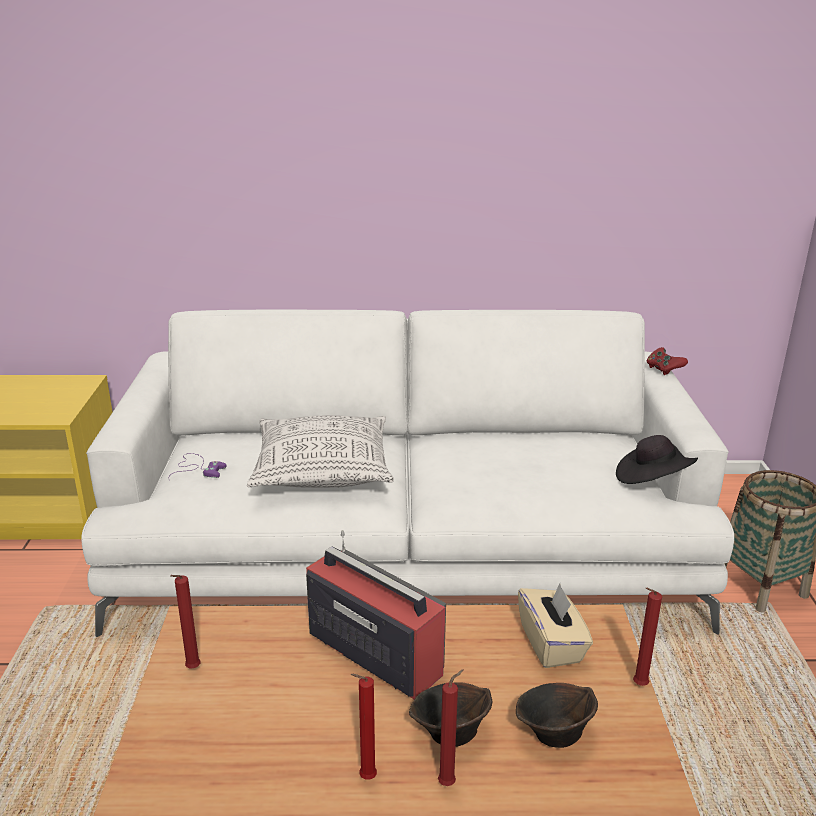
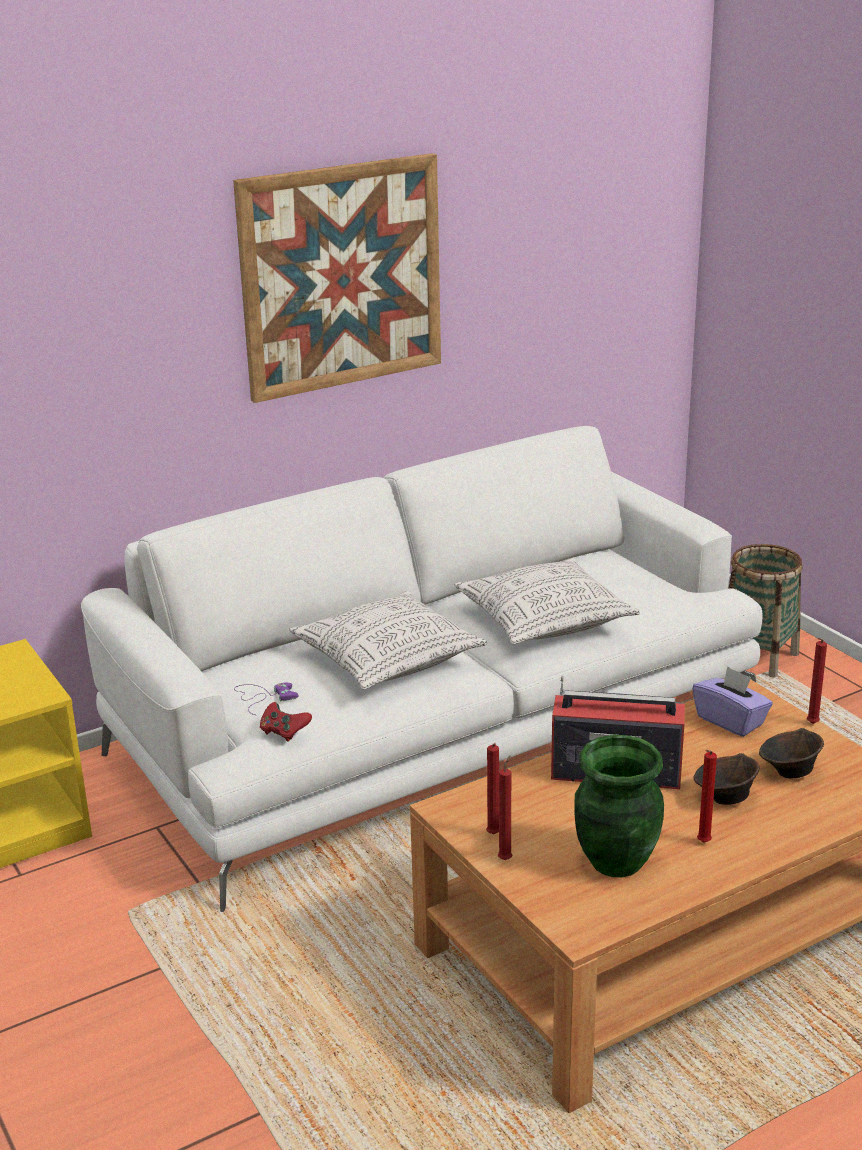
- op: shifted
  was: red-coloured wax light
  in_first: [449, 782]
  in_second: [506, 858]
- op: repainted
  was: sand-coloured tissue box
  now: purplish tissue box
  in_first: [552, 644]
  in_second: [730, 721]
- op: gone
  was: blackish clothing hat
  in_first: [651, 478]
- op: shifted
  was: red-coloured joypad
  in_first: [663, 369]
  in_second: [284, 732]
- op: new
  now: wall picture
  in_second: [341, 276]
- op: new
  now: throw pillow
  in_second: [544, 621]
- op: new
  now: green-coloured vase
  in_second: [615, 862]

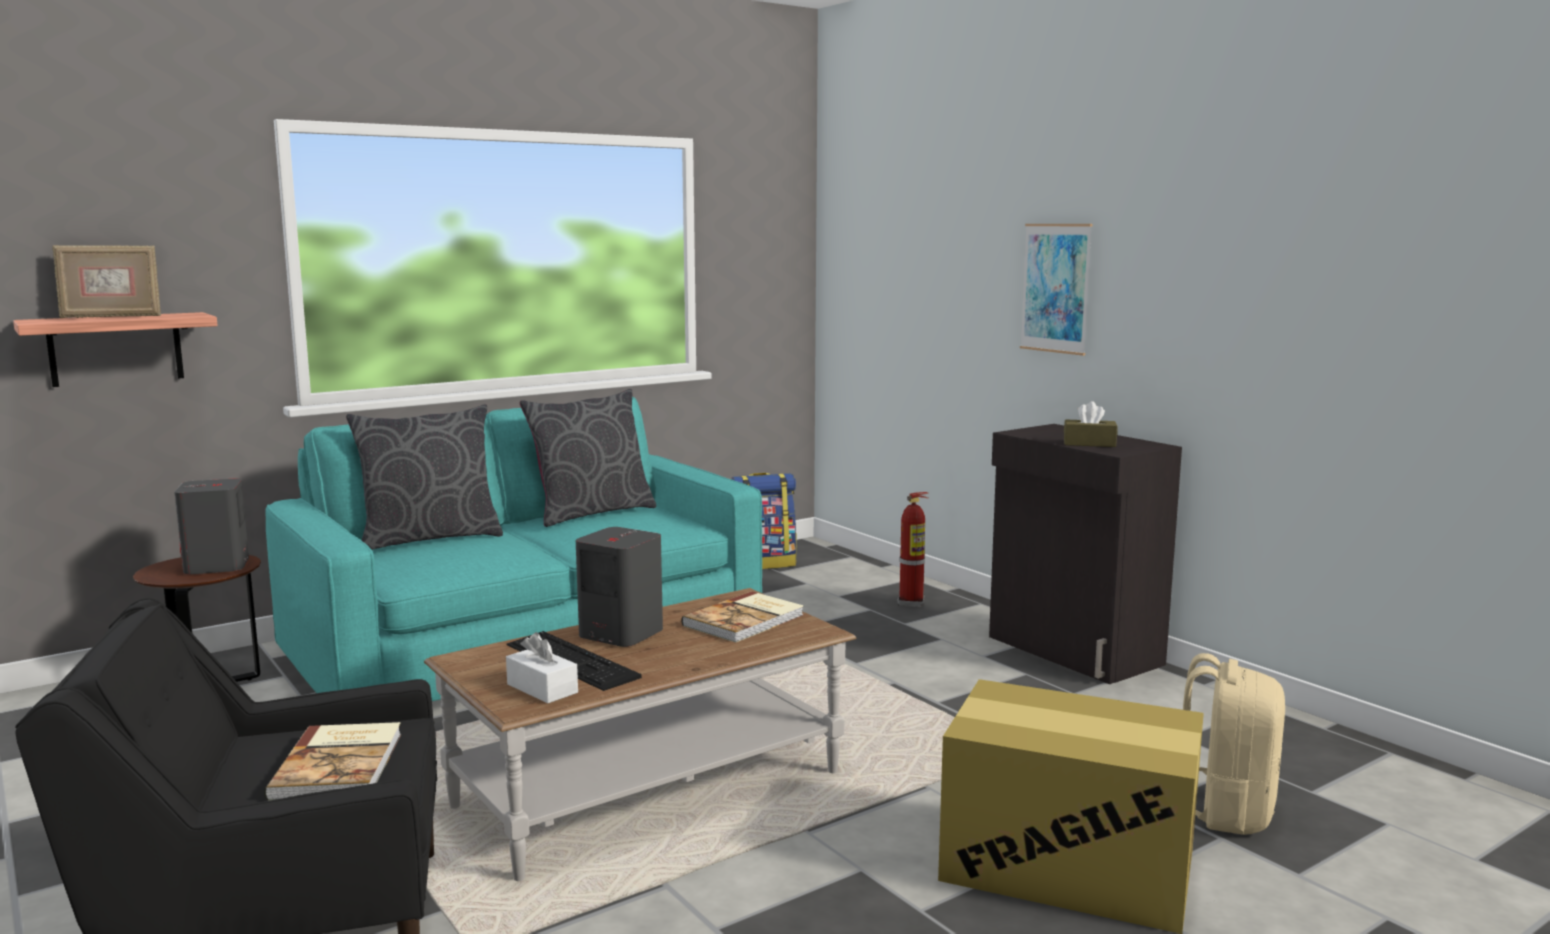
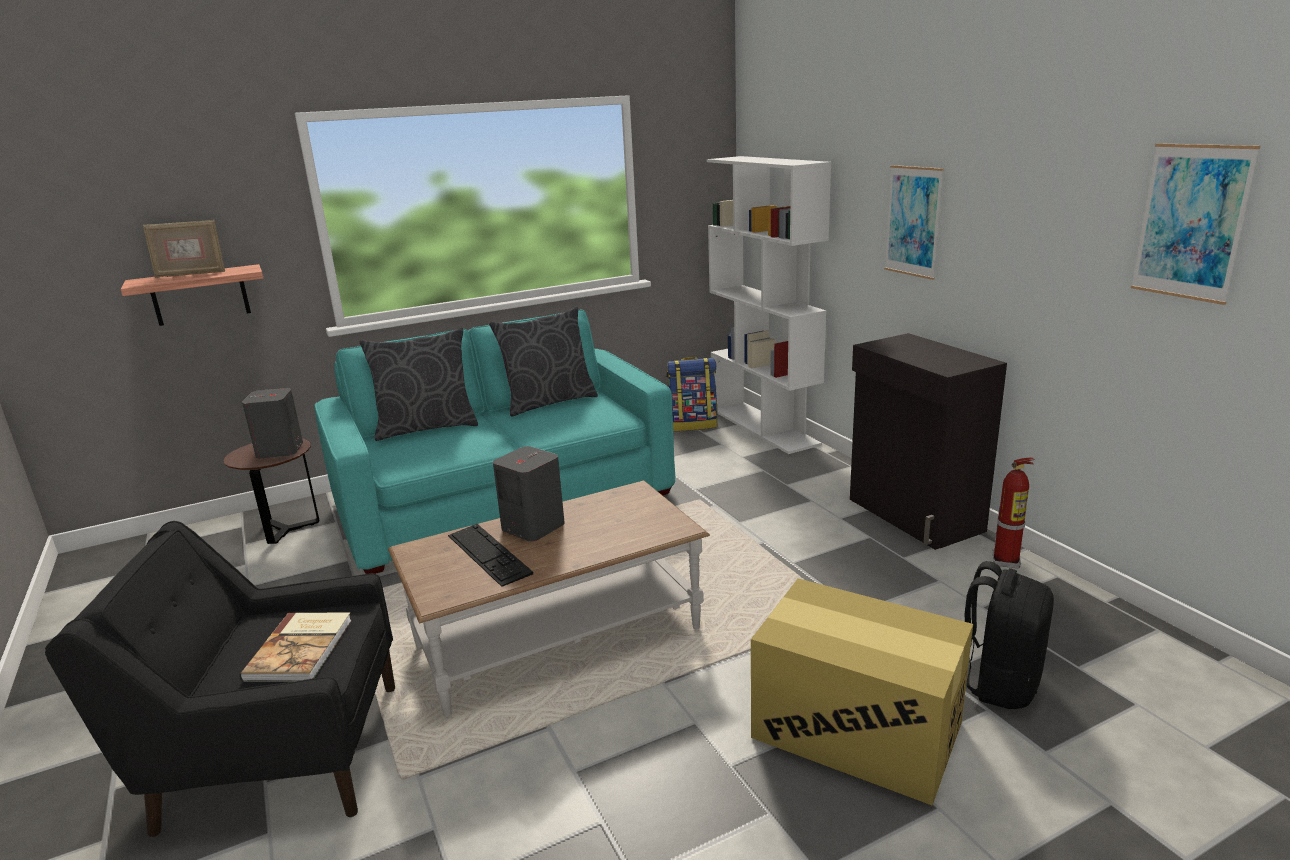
- op: gone
  was: white-coloured tissue box
  in_first: [542, 688]
- op: gone
  was: bound book
  in_first: [746, 620]
- op: shifted
  was: fire-fighting cylinder
  in_first: [911, 603]
  in_second: [1006, 561]
- op: gone
  was: brownish tissue box
  in_first: [1089, 443]
- op: repainted
  was: sand-coloured backpack
  now: blackish backpack
  in_first: [1223, 810]
  in_second: [998, 682]
- op: new
  now: white-coloured bookshelf
  in_second: [764, 426]
- op: new
  now: wall picture
  in_second: [1191, 222]

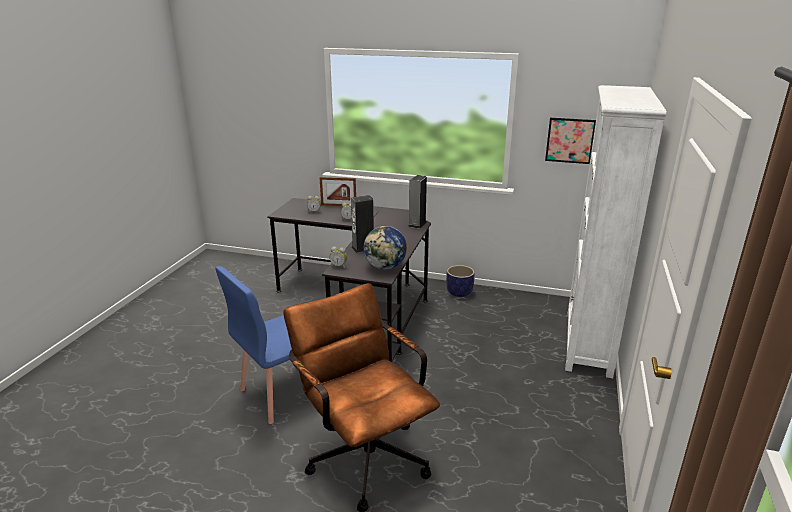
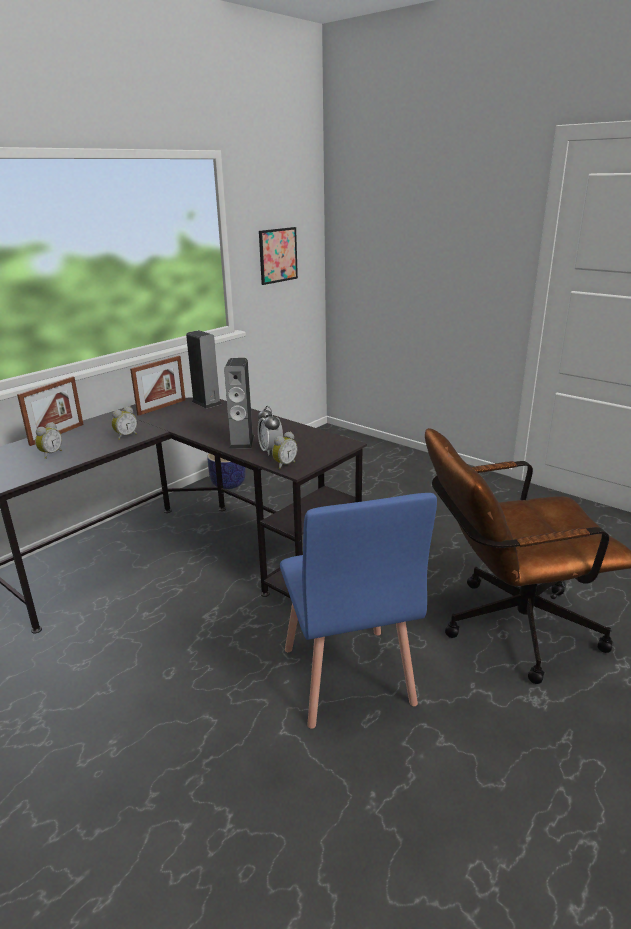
- op: gone
  was: desk globe
  in_first: [385, 267]
- op: gone
  was: white-coloured bookshelf
  in_first: [588, 343]
- op: new
  now: photo frame
  in_second: [162, 407]
- op: new
  now: table clock
  in_second: [271, 451]

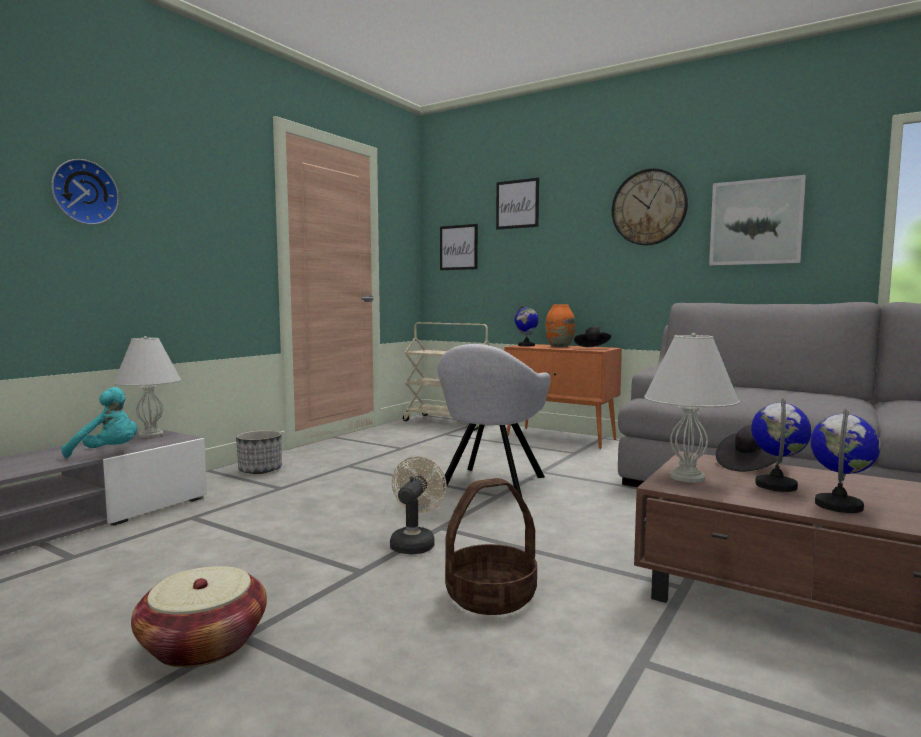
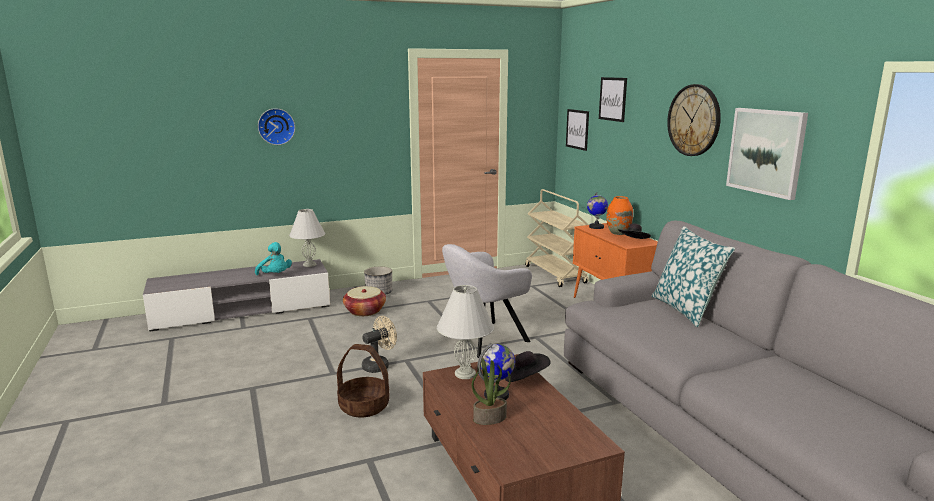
- op: shifted
  was: storage basket
  in_first: [203, 644]
  in_second: [365, 311]
- op: swapped
  was: desk globe
  now: potted plant
  in_first: [839, 505]
  in_second: [490, 418]
- op: new
  now: throw pillow
  in_second: [686, 310]

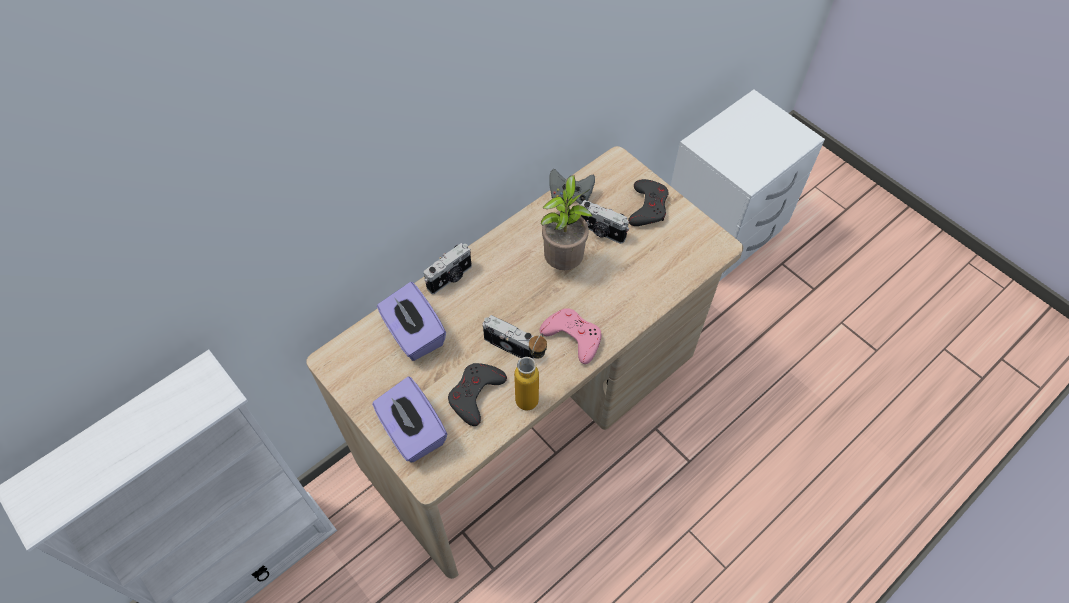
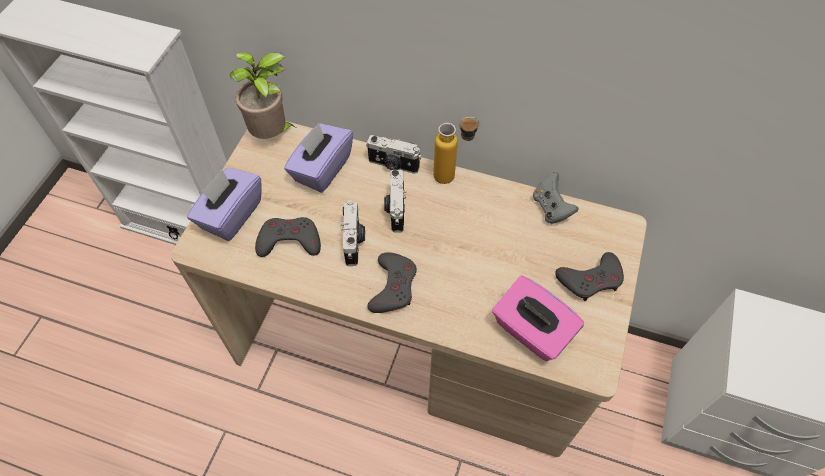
- op: shifted
  was: beverage bottle
  in_first: [531, 392]
  in_second: [452, 176]
- op: repainted
  was: pinkish joypad
  now: grey joypad
  in_first: [572, 337]
  in_second: [393, 286]
- op: shifted
  was: potted plant
  in_first: [564, 261]
  in_second: [272, 135]
- op: shifted
  was: still camera
  in_first: [601, 232]
  in_second: [395, 209]
- op: new
  now: pinkish tissue box
  in_second: [531, 331]

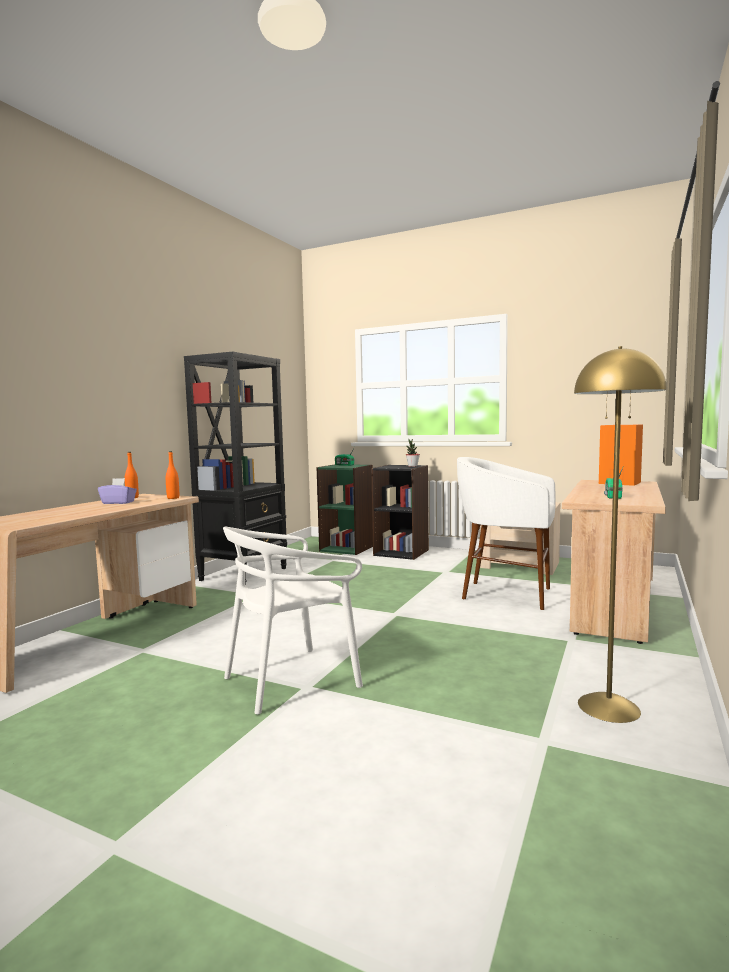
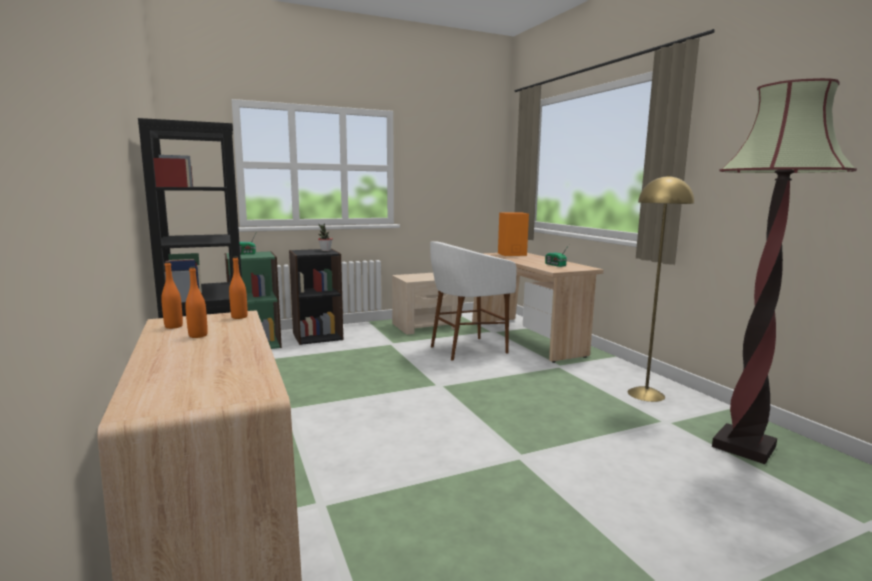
- op: swapped
  was: purplish tissue box
  now: orange-coloured beverage bottle
  in_first: [118, 502]
  in_second: [198, 335]
- op: gone
  was: white-coloured upright chair
  in_first: [291, 679]
- op: new
  now: standing lamp
  in_second: [743, 446]

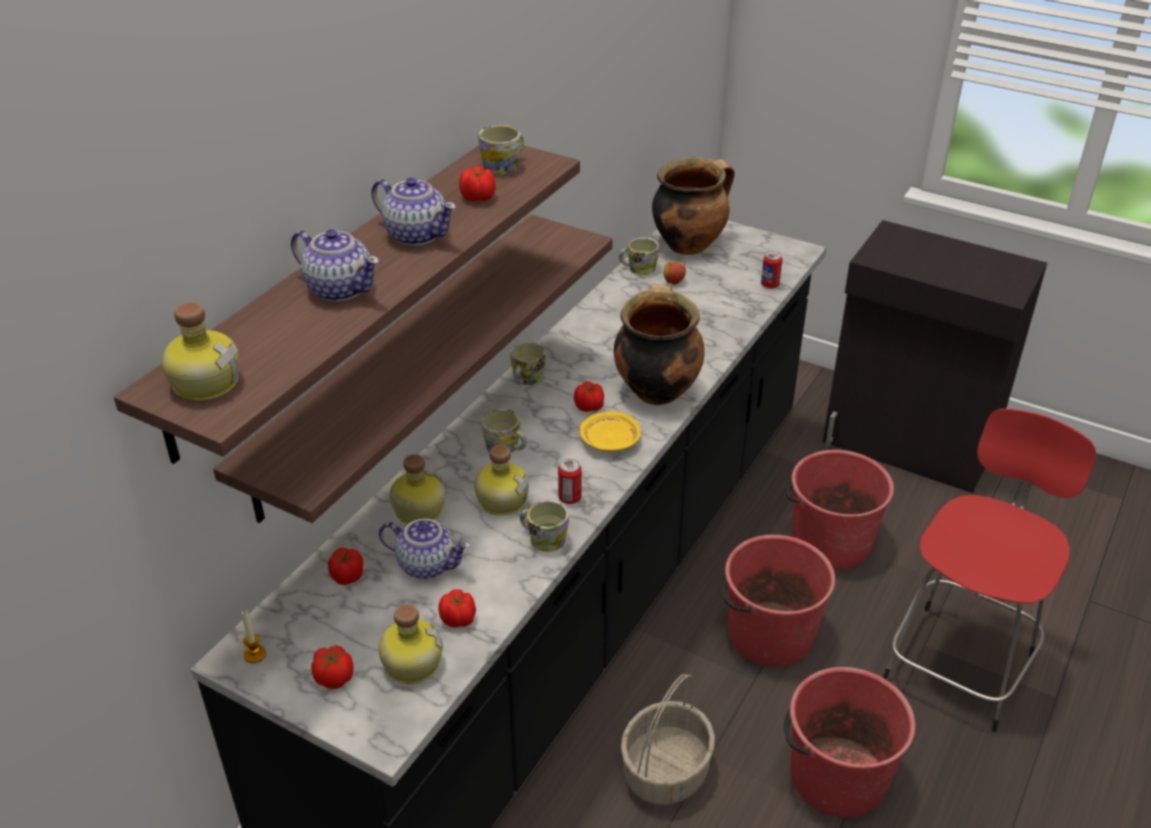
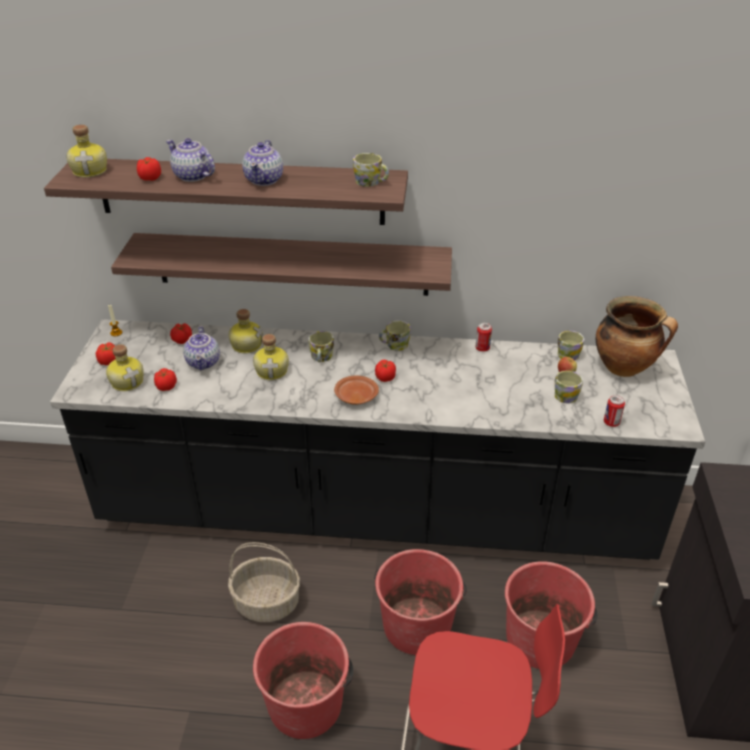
- op: rotated
  was: tea pot
  in_first: [339, 288]
  in_second: [193, 176]
  clockwise: 120
- op: shifted
  was: whole tomato
  in_first: [478, 198]
  in_second: [149, 178]
- op: shifted
  was: mug
  in_first: [543, 538]
  in_second: [565, 394]
- op: shifted
  was: sealed can
  in_first: [569, 498]
  in_second: [482, 348]
- op: repainted
  was: yellow dinner plate
  now: brownish dinner plate
  in_first: [609, 441]
  in_second: [355, 396]
- op: gone
  was: stockpot
  in_first: [656, 390]

